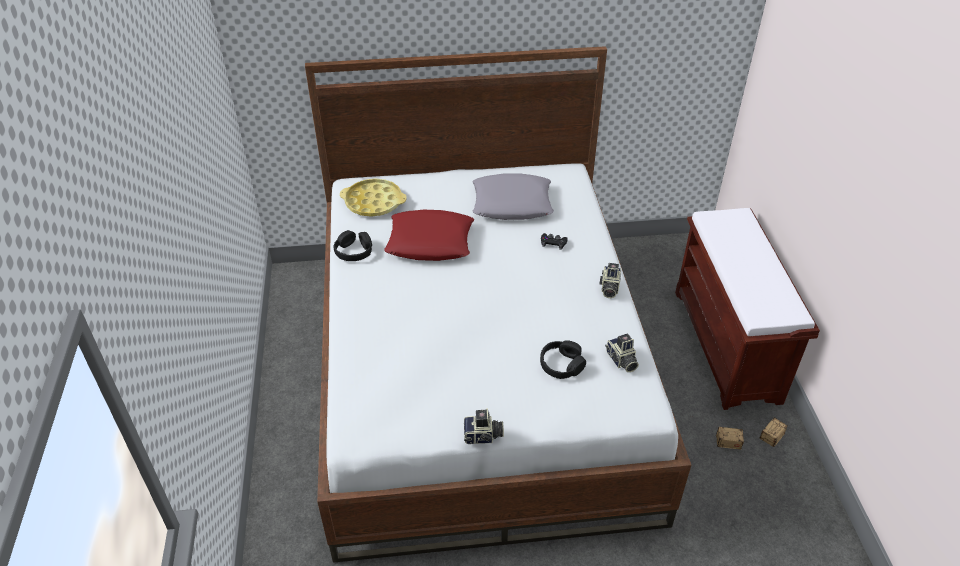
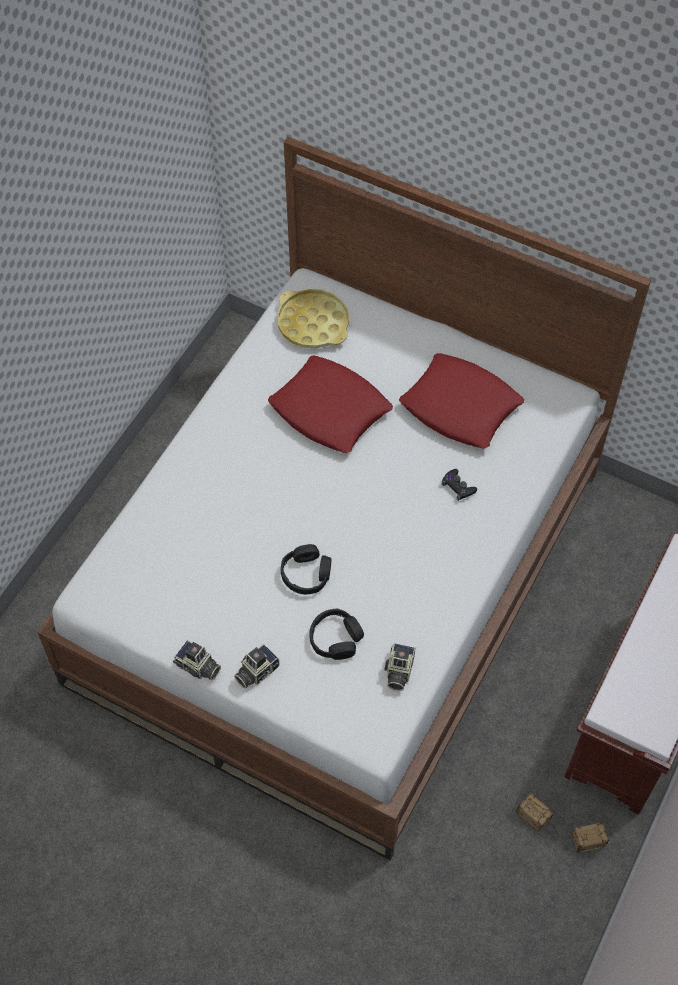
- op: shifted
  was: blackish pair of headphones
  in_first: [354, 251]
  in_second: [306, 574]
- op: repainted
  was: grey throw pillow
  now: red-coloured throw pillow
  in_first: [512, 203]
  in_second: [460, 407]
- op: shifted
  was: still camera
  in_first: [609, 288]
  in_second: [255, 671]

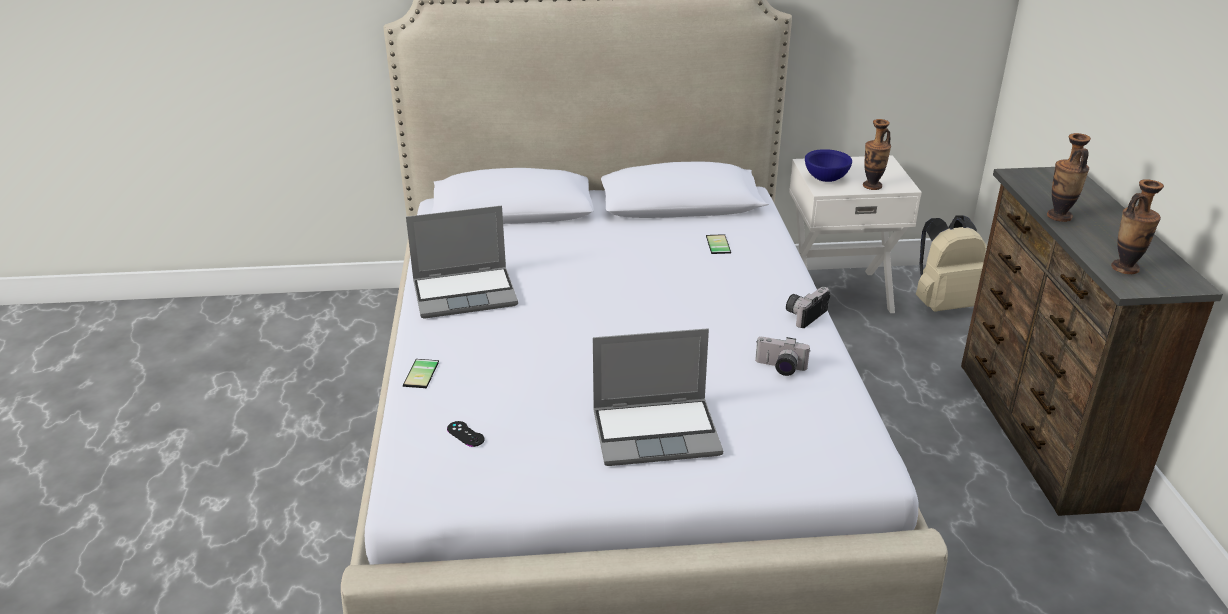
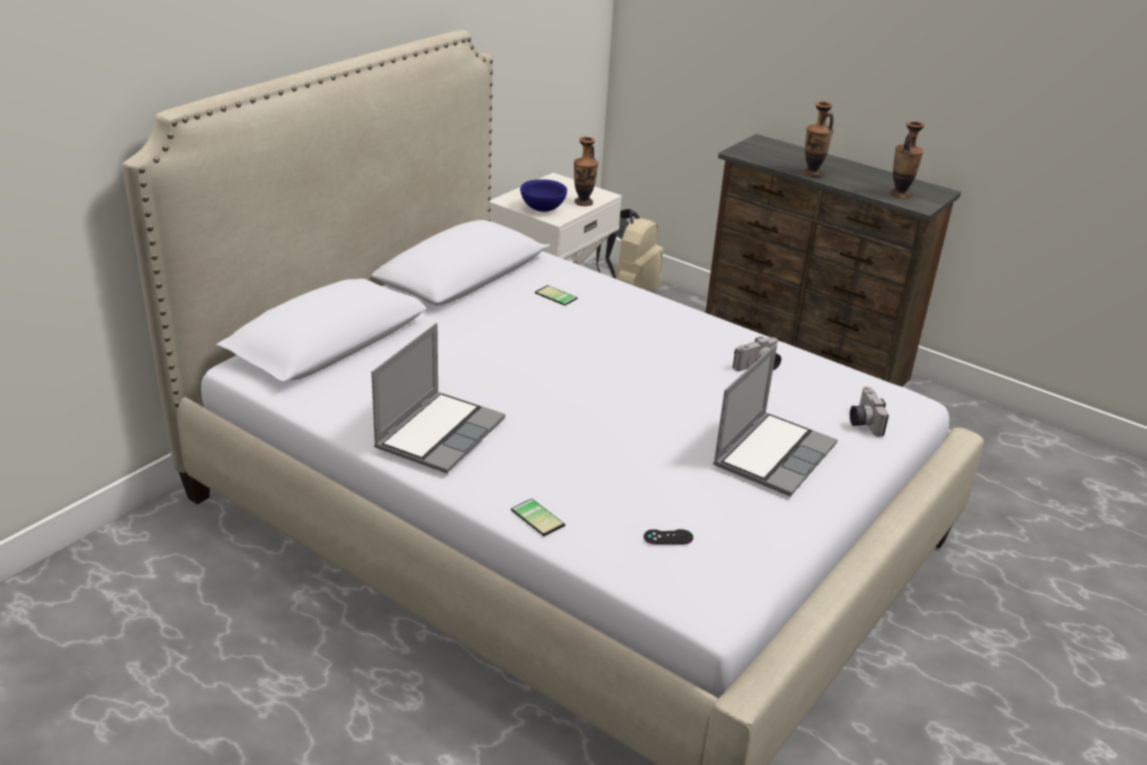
- op: shifted
  was: still camera
  in_first: [804, 314]
  in_second: [862, 422]

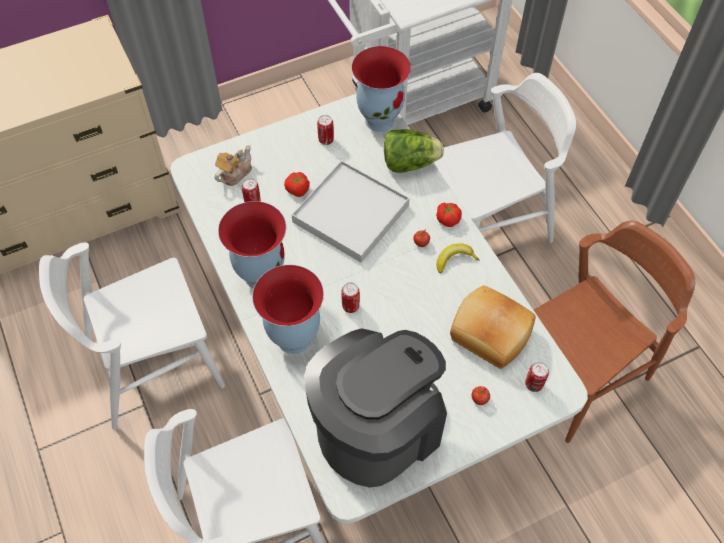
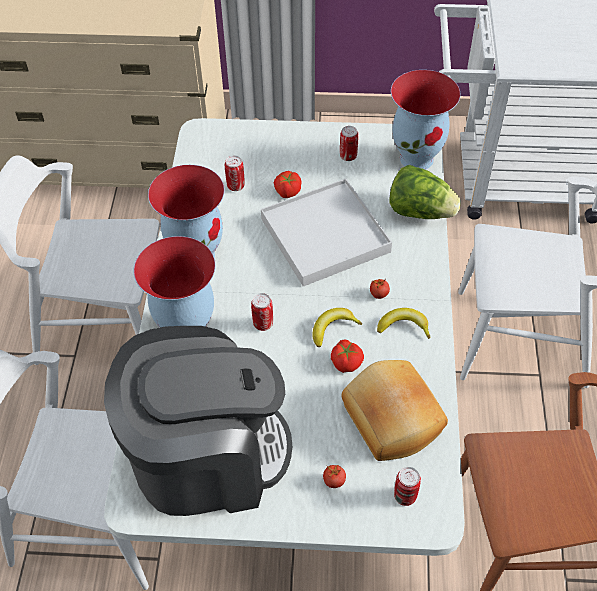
- op: gone
  was: tea pot
  in_first: [234, 173]
- op: shifted
  was: whole tomato
  in_first: [448, 219]
  in_second: [346, 362]
- op: new
  now: banana
  in_second: [332, 328]

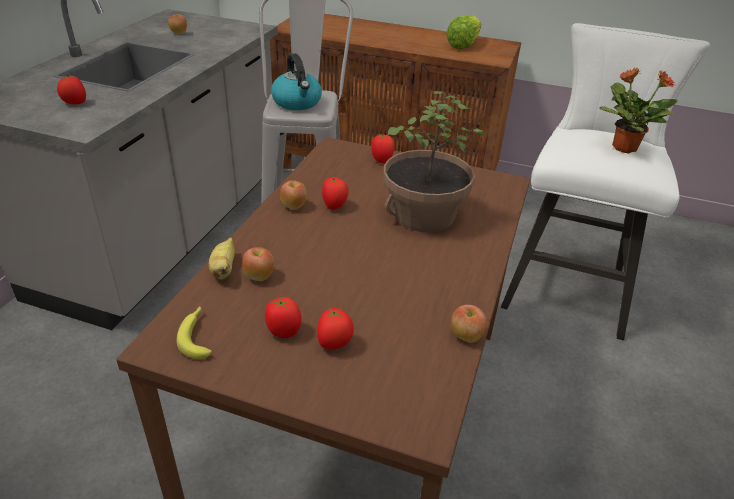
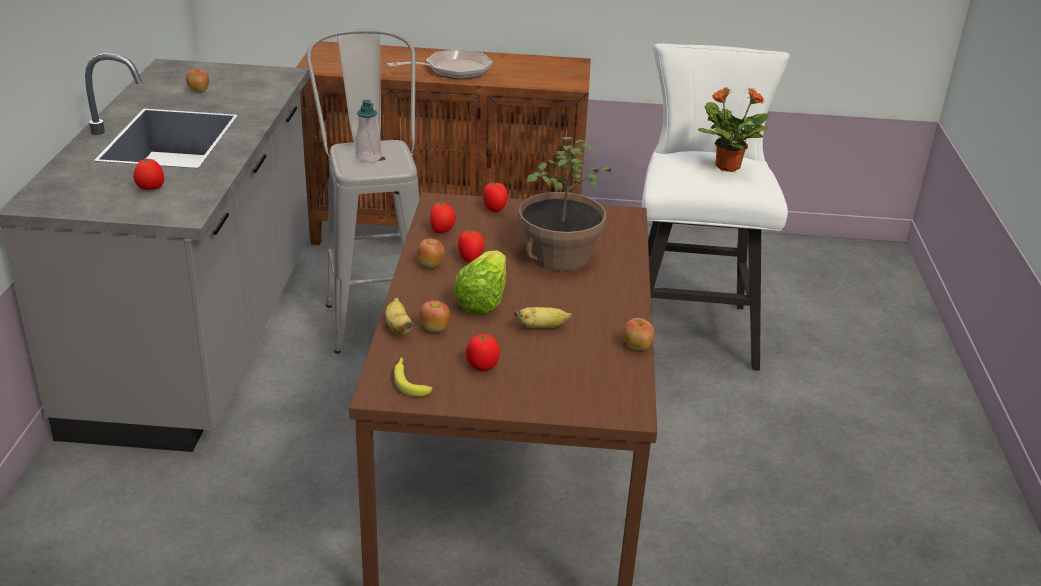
- op: swapped
  was: water kettle
  now: liquid soap bottle
  in_first: [297, 102]
  in_second: [368, 158]
- op: shifted
  was: whole tomato
  in_first: [334, 344]
  in_second: [442, 231]
- op: shifted
  was: lettuce head
  in_first: [463, 45]
  in_second: [483, 300]
- op: new
  now: skillet
  in_second: [452, 70]
- op: new
  now: banana
  in_second: [542, 327]

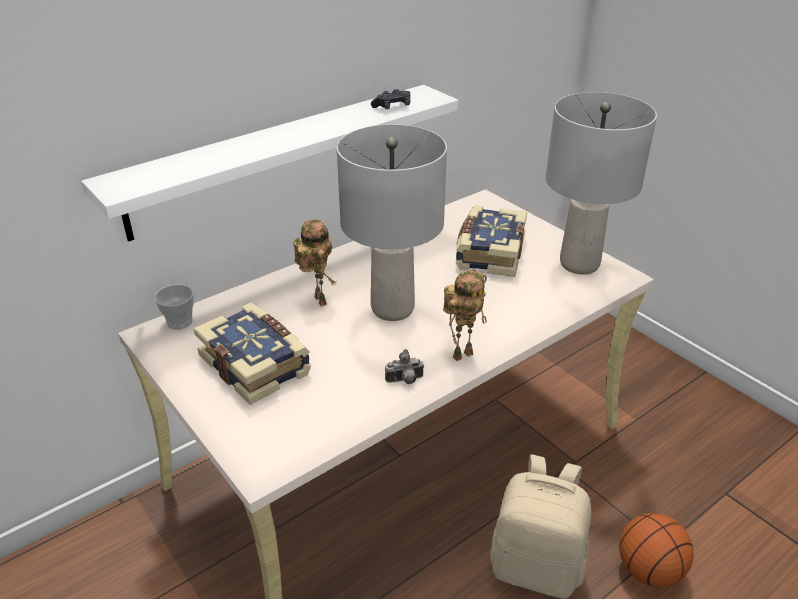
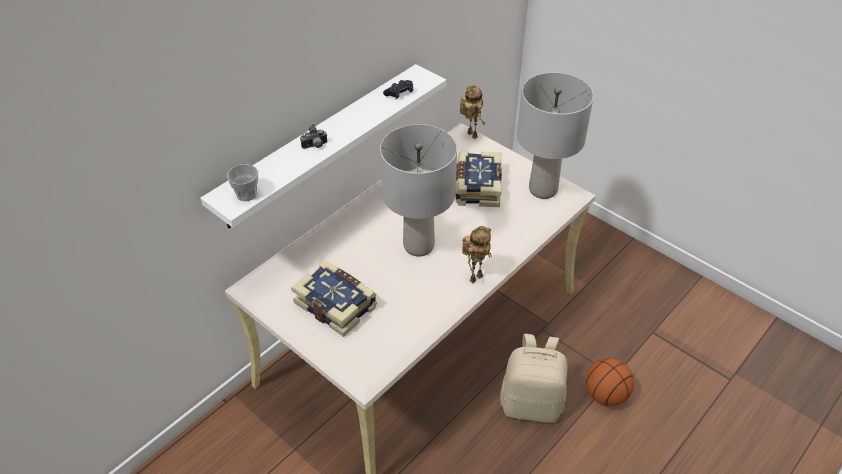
- op: shifted
  was: small cup
  in_first: [179, 322]
  in_second: [246, 194]
- op: shifted
  was: toy robot
  in_first: [317, 300]
  in_second: [470, 135]
- op: shifted
  was: still camera
  in_first: [405, 381]
  in_second: [315, 146]

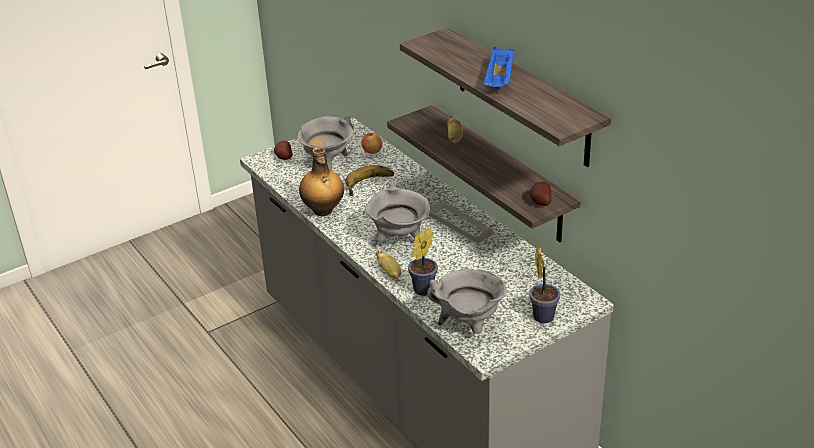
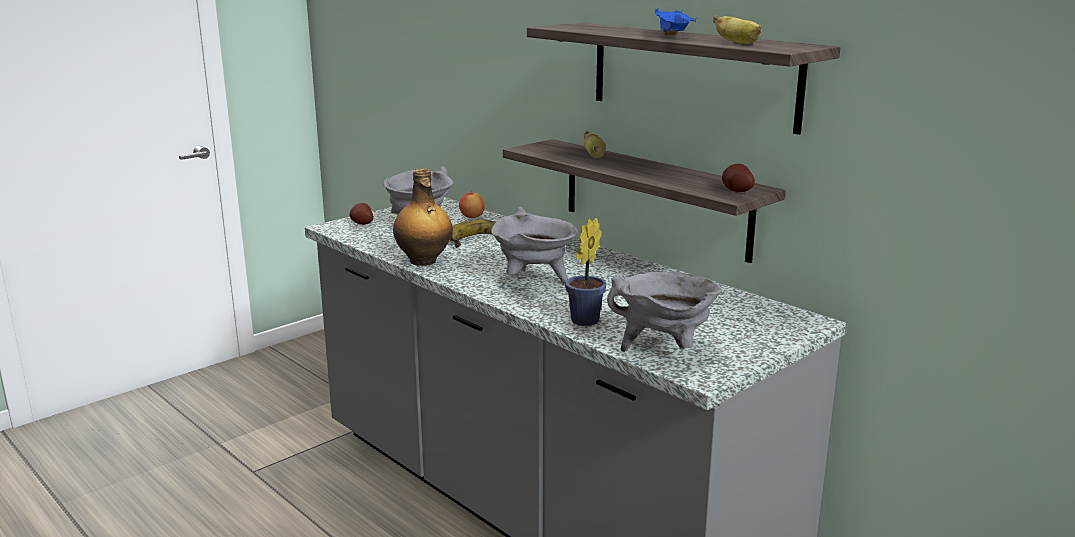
- op: shifted
  was: banana
  in_first: [390, 273]
  in_second: [739, 43]
- op: gone
  was: grey tray
  in_first: [460, 225]
- op: gone
  was: potted plant
  in_first: [543, 315]

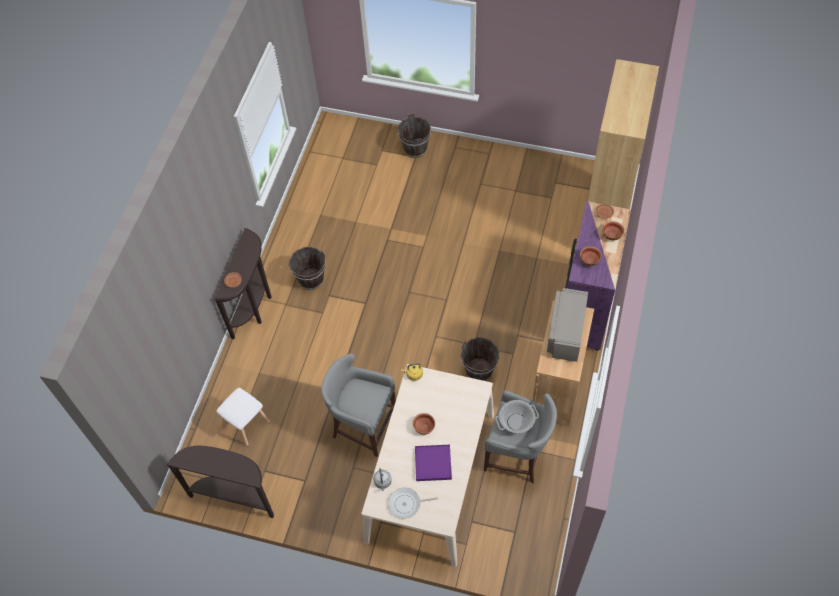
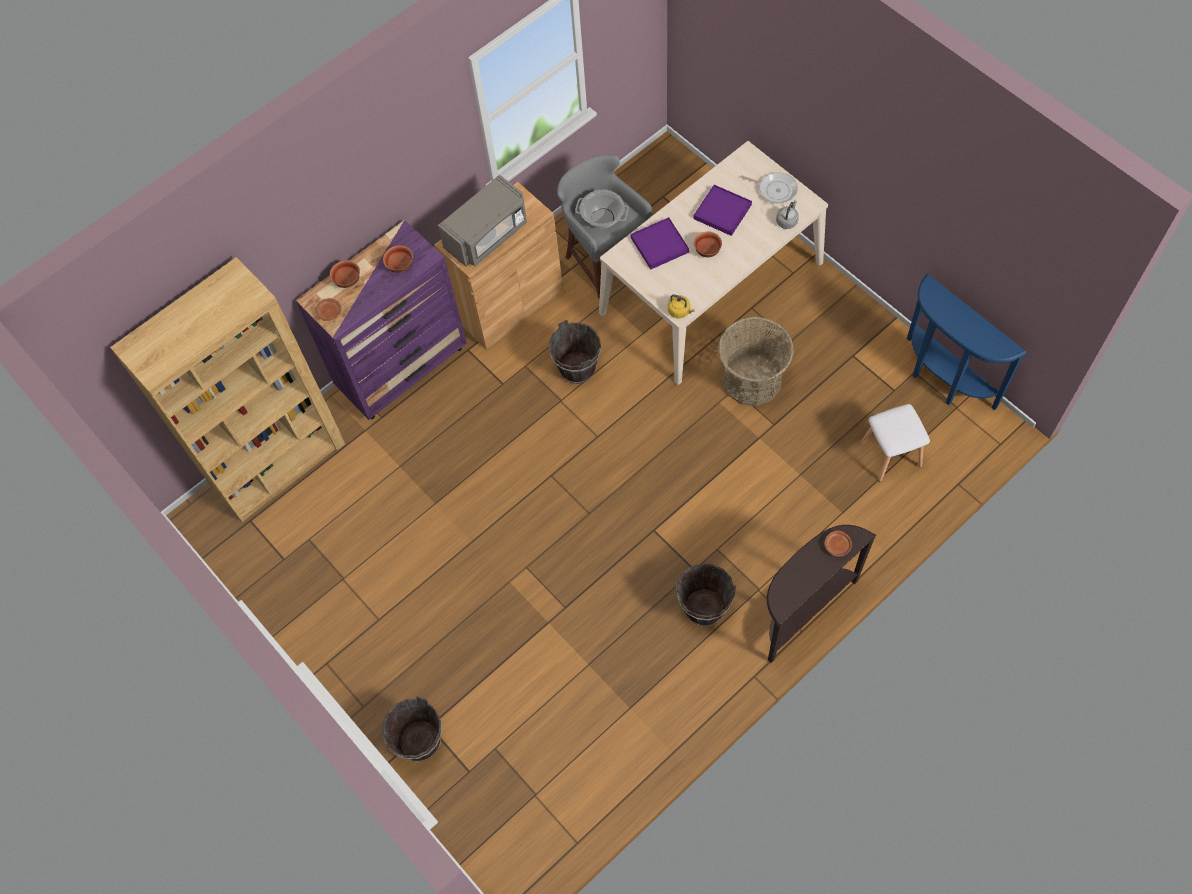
- op: repainted
  was: brownish console table
  now: bluish console table
  in_first: [235, 496]
  in_second: [942, 380]
- op: swapped
  was: grey stool
  now: storage basket
  in_first: [362, 425]
  in_second: [752, 380]
- op: new
  now: purplish tray
  in_second: [659, 245]

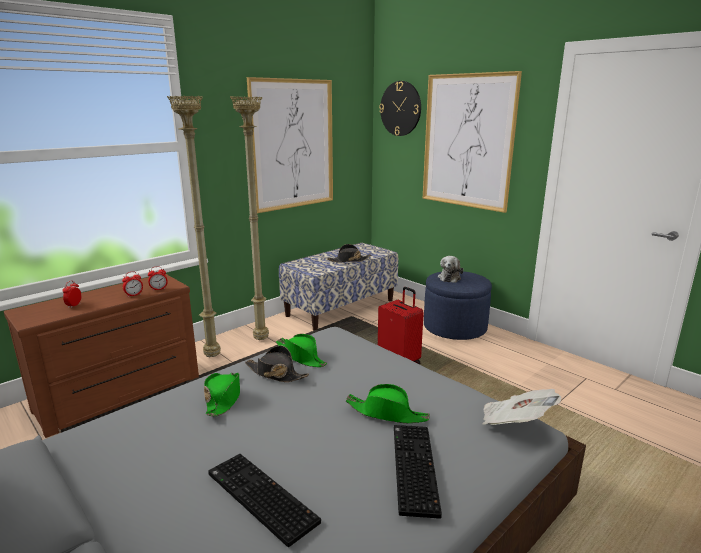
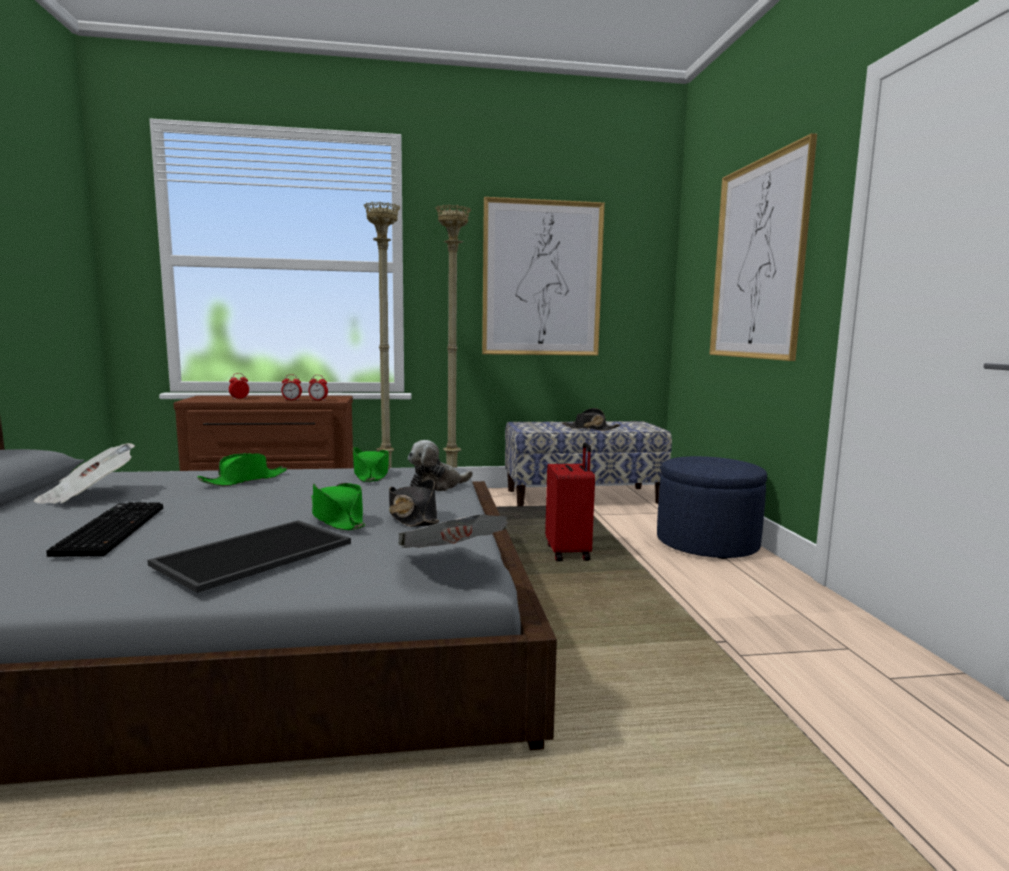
- op: shifted
  was: blackish clothing hat
  in_first: [275, 373]
  in_second: [412, 517]
- op: gone
  was: wall clock
  in_first: [400, 108]
- op: swapped
  was: computer keyboard
  now: tray
  in_first: [412, 467]
  in_second: [255, 552]
- op: shifted
  was: soft toy
  in_first: [449, 277]
  in_second: [437, 486]
- op: new
  now: newspaper
  in_second: [88, 496]

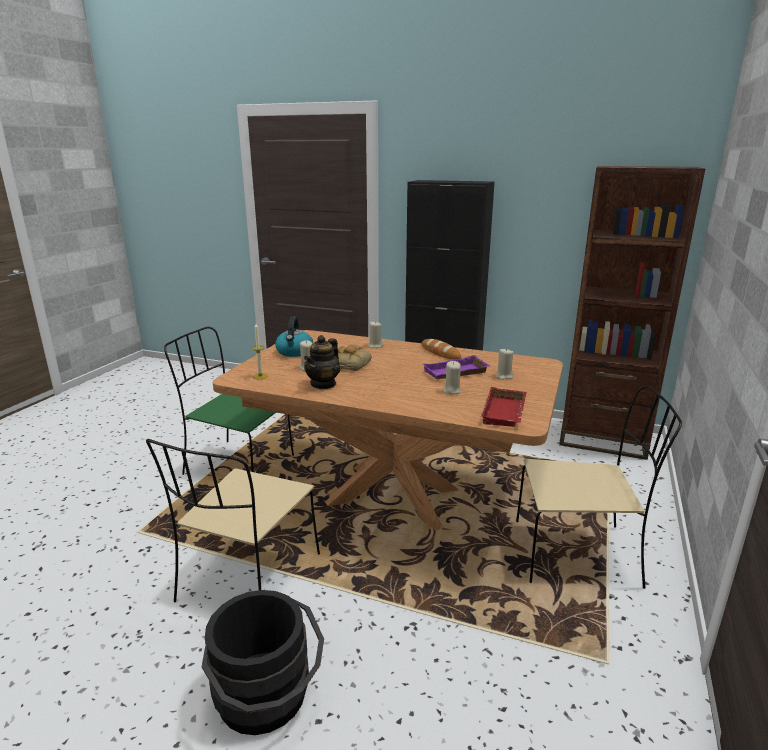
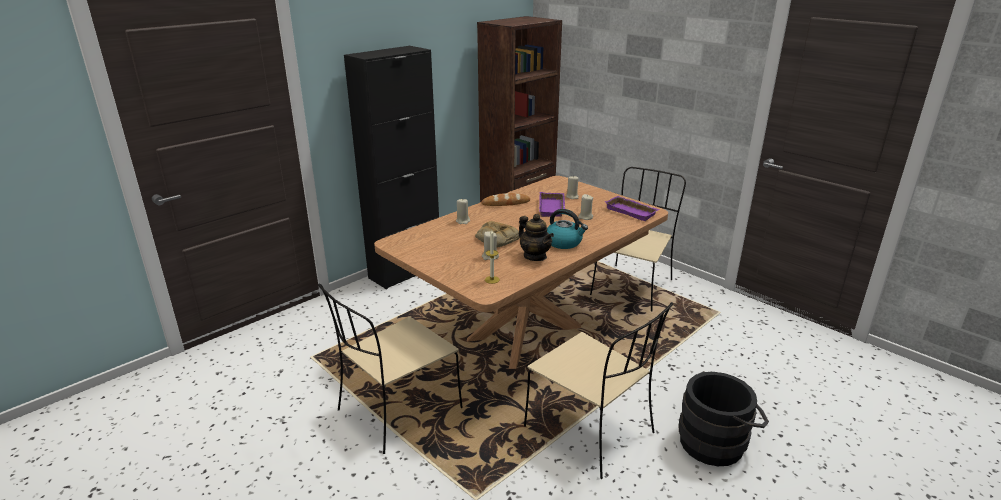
- op: repainted
  was: green-coloured upright chair
  now: sand-coloured upright chair
  in_first: [237, 465]
  in_second: [397, 411]
- op: shifted
  was: water kettle
  in_first: [294, 352]
  in_second: [564, 242]
- op: repainted
  was: red-coloured tray
  now: purplish tray
  in_first: [506, 413]
  in_second: [632, 211]

